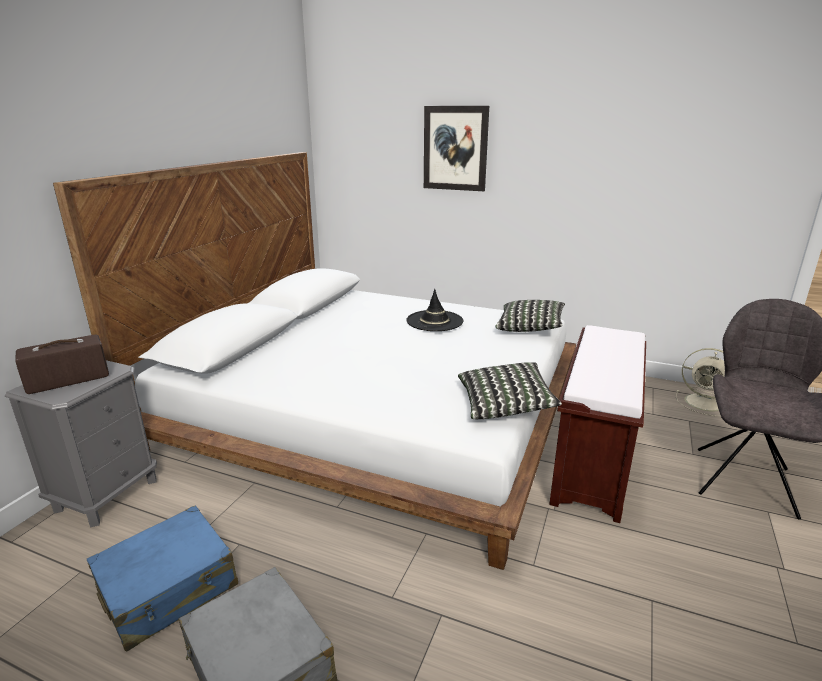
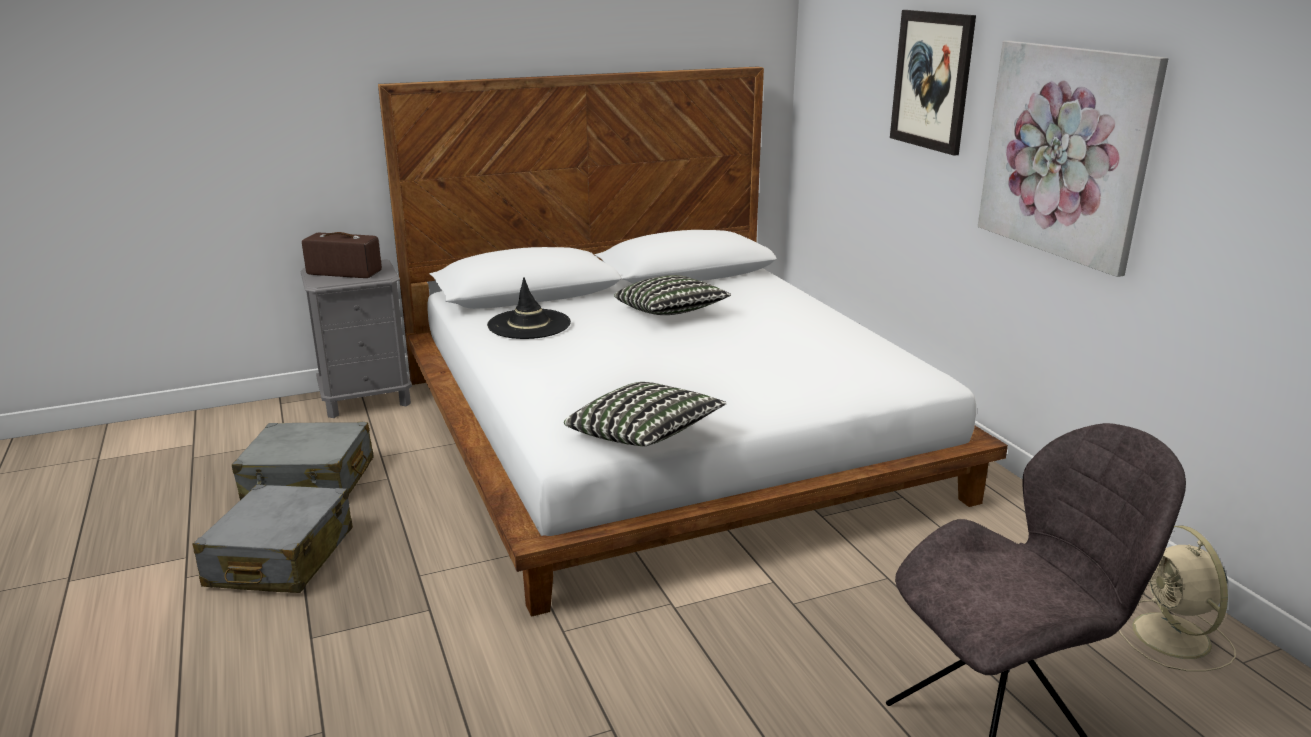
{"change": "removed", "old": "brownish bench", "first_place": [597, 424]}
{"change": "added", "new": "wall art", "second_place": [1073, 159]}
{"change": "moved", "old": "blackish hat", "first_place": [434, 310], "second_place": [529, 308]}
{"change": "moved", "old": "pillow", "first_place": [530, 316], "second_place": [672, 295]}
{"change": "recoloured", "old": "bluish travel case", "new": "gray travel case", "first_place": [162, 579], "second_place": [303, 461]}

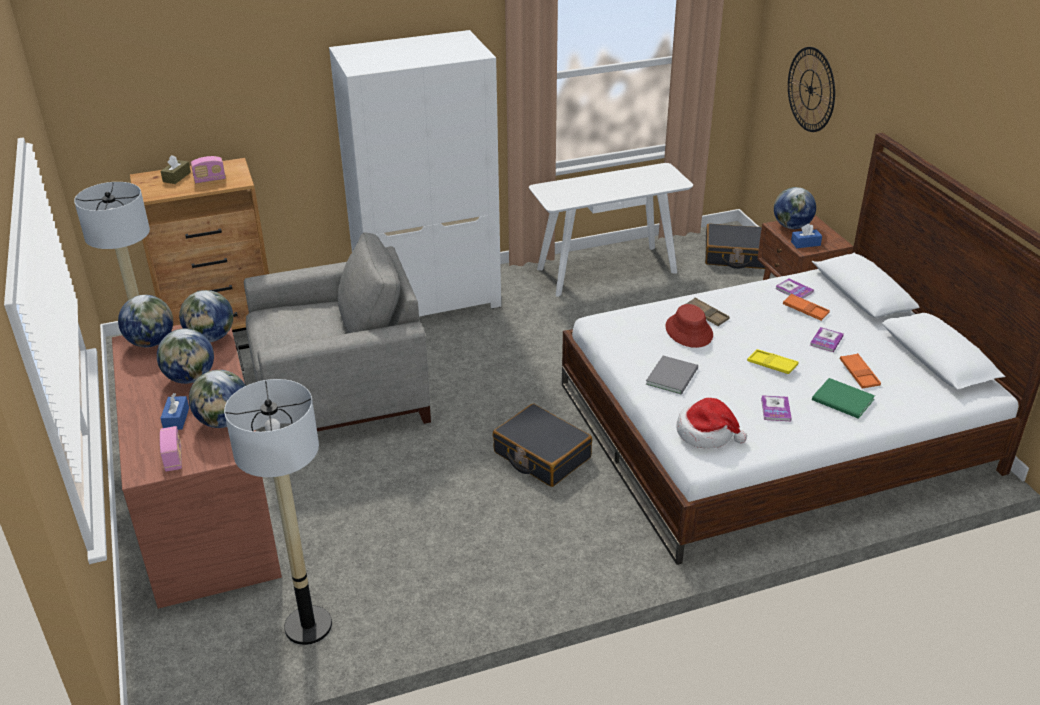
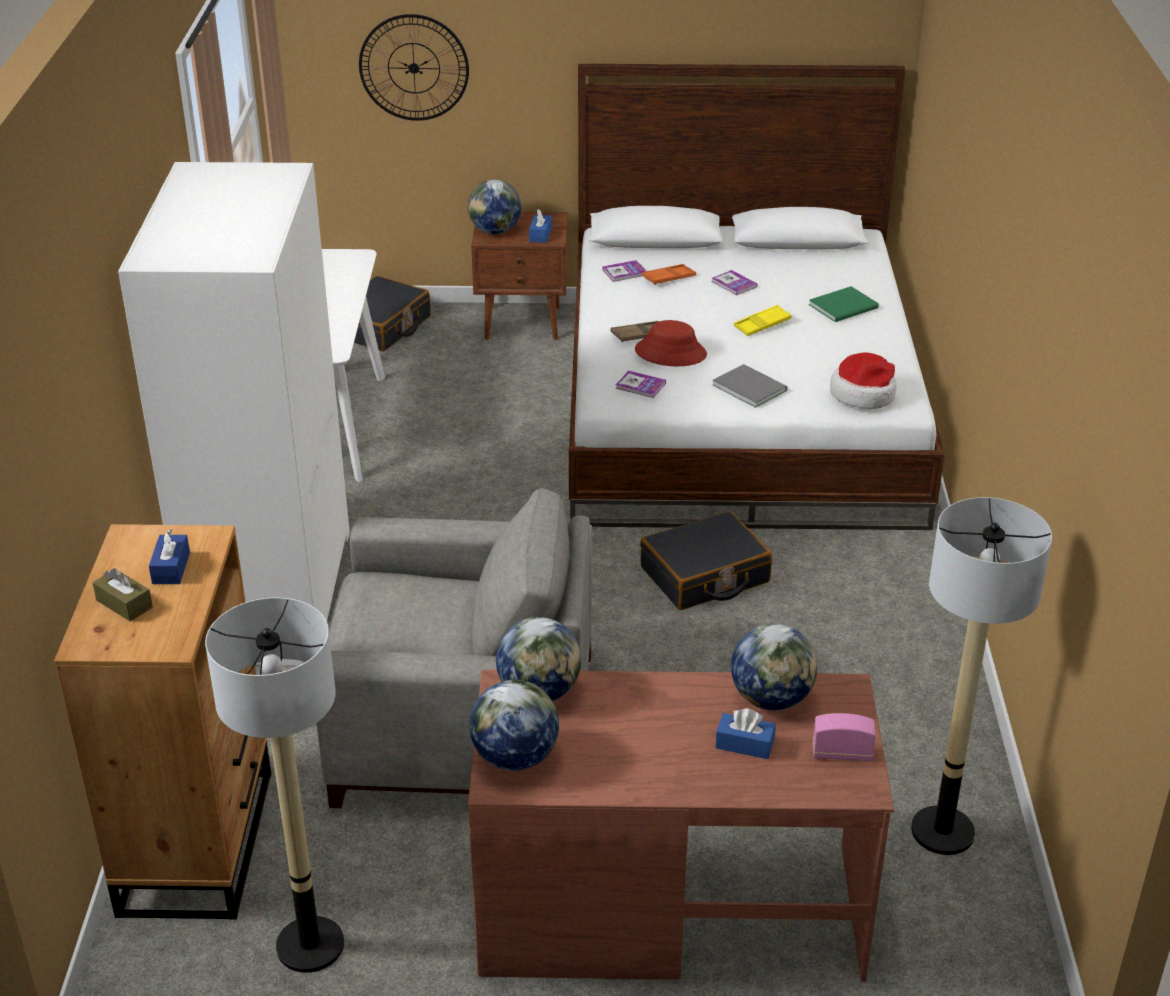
{"change": "removed", "old": "desk globe", "first_place": [185, 356]}
{"change": "removed", "old": "orangey carrying tray", "first_place": [860, 371]}
{"change": "moved", "old": "book", "first_place": [776, 408], "second_place": [640, 384]}
{"change": "replaced", "old": "radio receiver", "new": "bluish box of tissues", "first_place": [208, 169], "second_place": [169, 556]}
{"change": "turned", "old": "gray lounge chair", "first_place": [337, 332], "second_place": [454, 648], "degrees": 90}

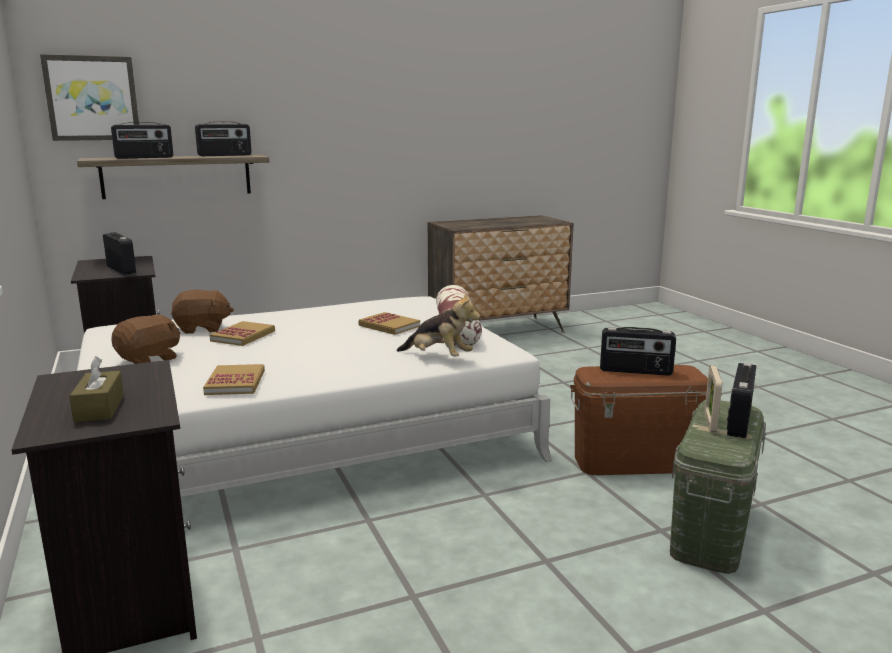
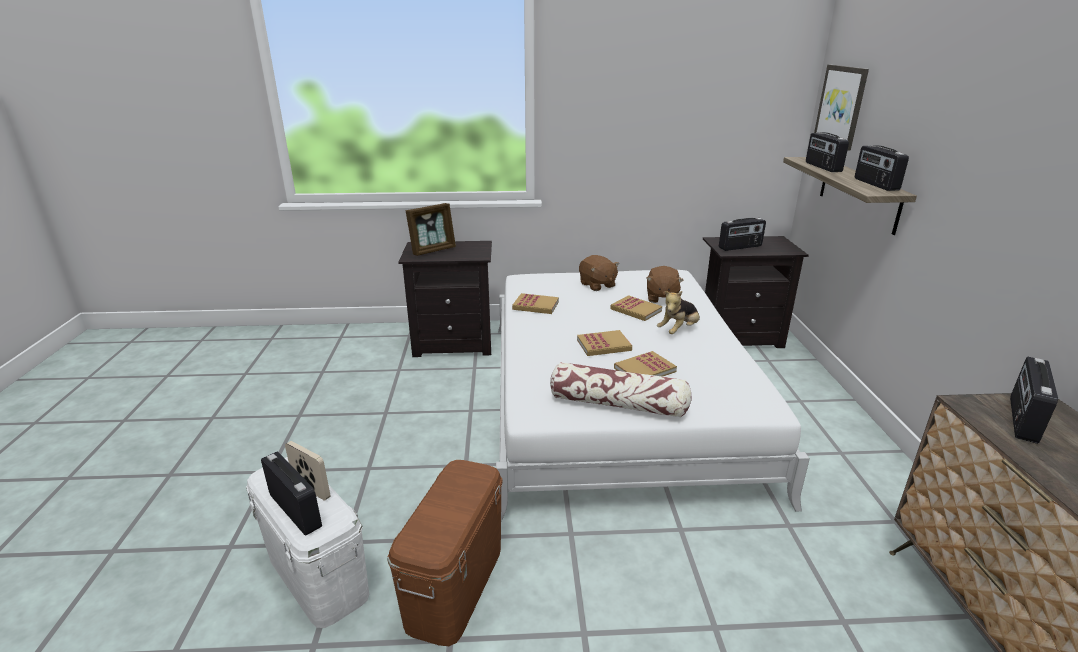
{"change": "added", "new": "book", "second_place": [604, 343]}
{"change": "moved", "old": "plush toy", "first_place": [438, 324], "second_place": [678, 312]}
{"change": "moved", "old": "radio receiver", "first_place": [638, 351], "second_place": [1034, 400]}
{"change": "replaced", "old": "brownish box of tissues", "new": "photo frame", "first_place": [96, 389], "second_place": [431, 229]}
{"change": "recoloured", "old": "green-coloured storage bin", "new": "white-coloured storage bin", "first_place": [718, 487], "second_place": [307, 542]}

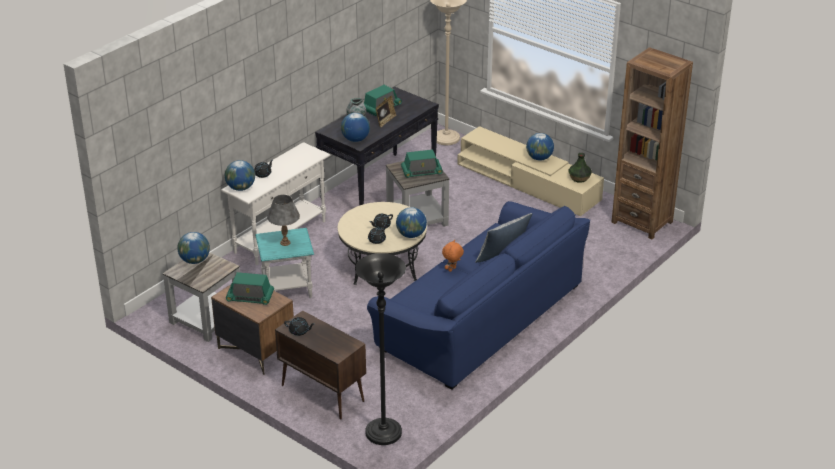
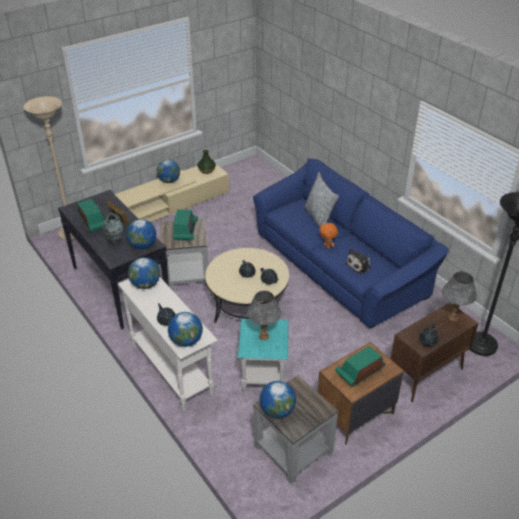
{"change": "removed", "old": "brownish shelving unit", "first_place": [652, 143]}
{"change": "added", "new": "plush toy", "second_place": [358, 261]}
{"change": "added", "new": "gray lamp for a table", "second_place": [459, 296]}
{"change": "moved", "old": "desk globe", "first_place": [411, 222], "second_place": [144, 273]}
{"change": "turned", "old": "radio receiver", "first_place": [250, 288], "second_place": [360, 366], "degrees": -150}

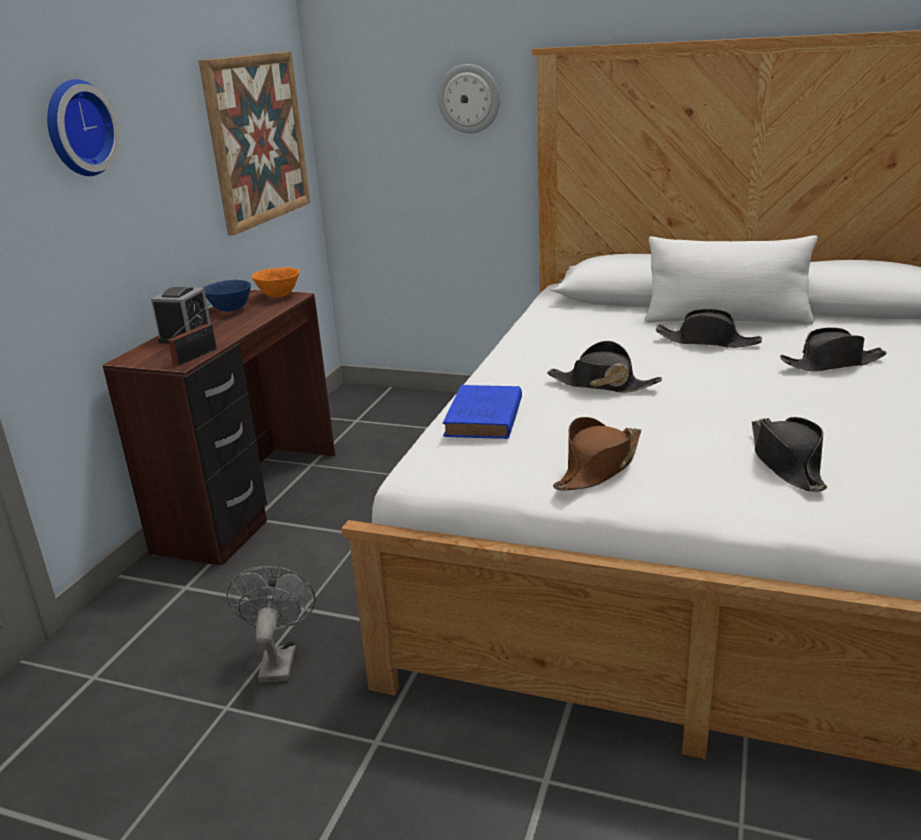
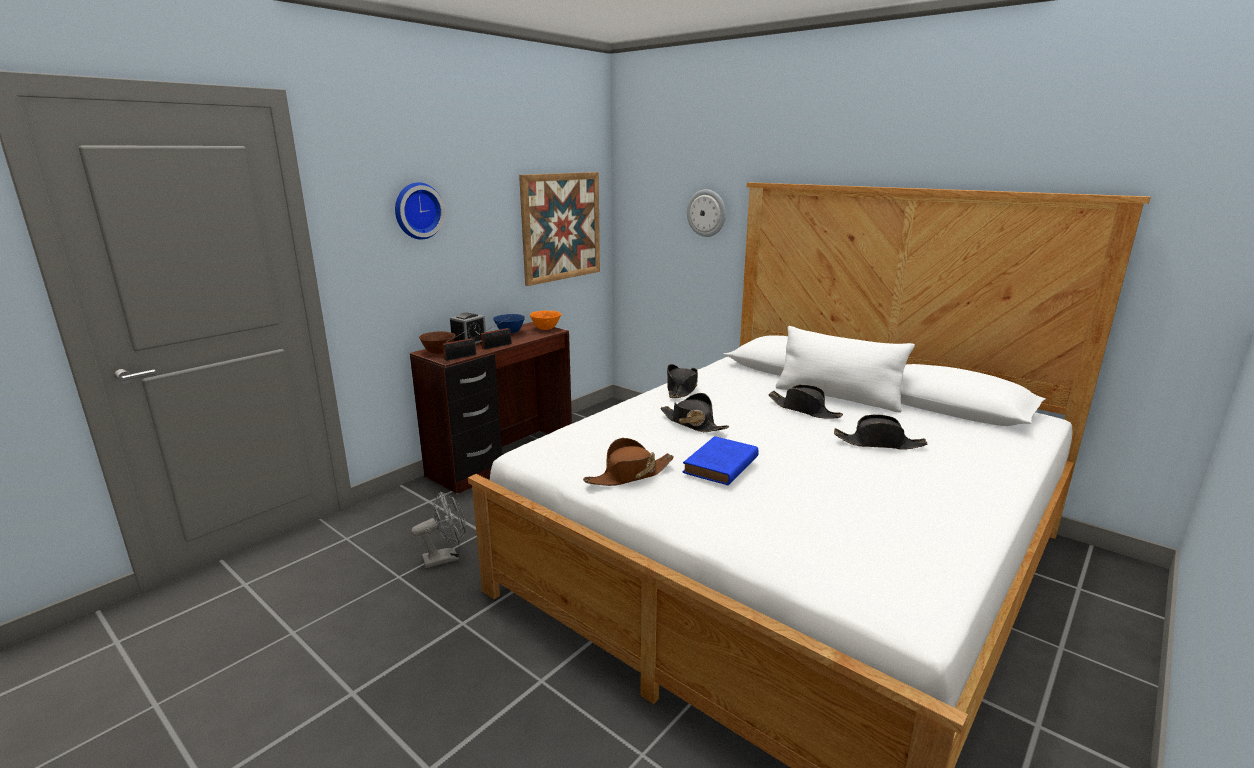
{"change": "added", "new": "brownish bowl", "second_place": [437, 342]}
{"change": "added", "new": "radio receiver", "second_place": [496, 333]}
{"change": "moved", "old": "bluish book", "first_place": [482, 412], "second_place": [721, 461]}
{"change": "moved", "old": "blackish hat", "first_place": [789, 454], "second_place": [682, 381]}
{"change": "turned", "old": "gray fan", "first_place": [270, 624], "second_place": [438, 529], "degrees": 45}

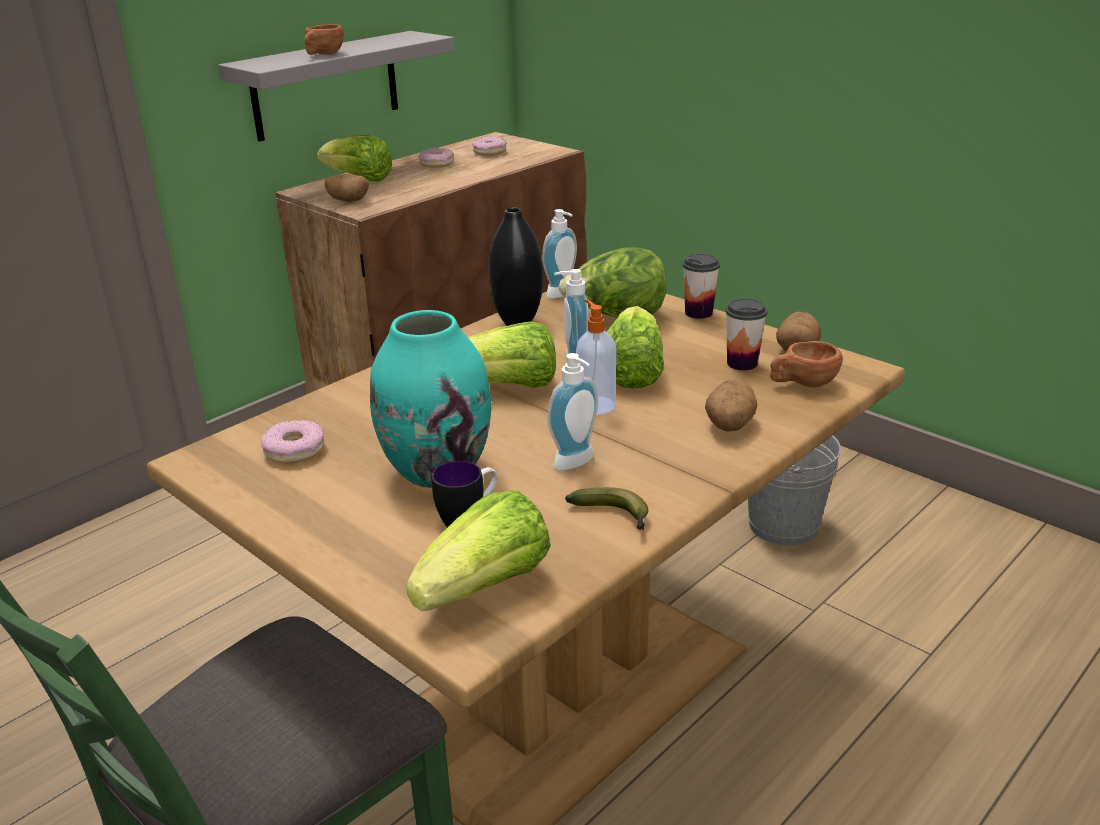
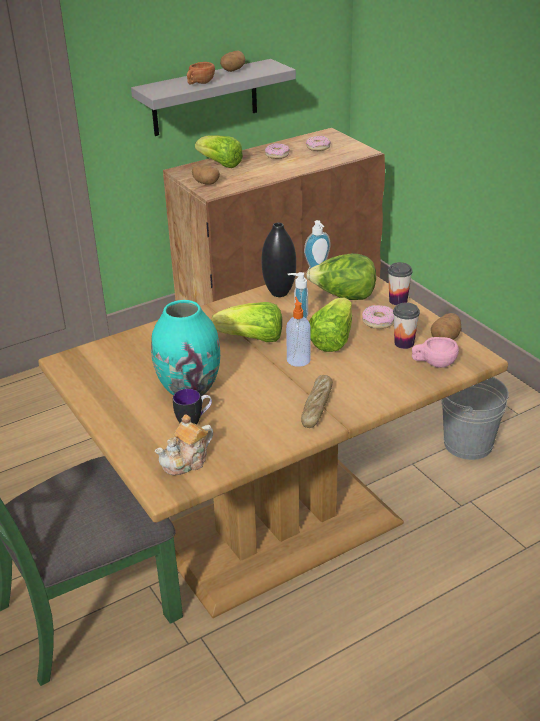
{"change": "removed", "old": "liquid soap bottle", "first_place": [573, 411]}
{"change": "removed", "old": "banana", "first_place": [606, 509]}
{"change": "added", "new": "bakery bread", "second_place": [317, 401]}
{"change": "moved", "old": "doughnut", "first_place": [292, 441], "second_place": [378, 317]}
{"change": "moved", "old": "spud", "first_place": [731, 405], "second_place": [232, 61]}
{"change": "replaced", "old": "lettuce", "new": "pot for tea", "first_place": [478, 550], "second_place": [184, 445]}
{"change": "recoloured", "old": "brownish cup", "new": "pink-coloured cup", "first_place": [806, 364], "second_place": [435, 352]}

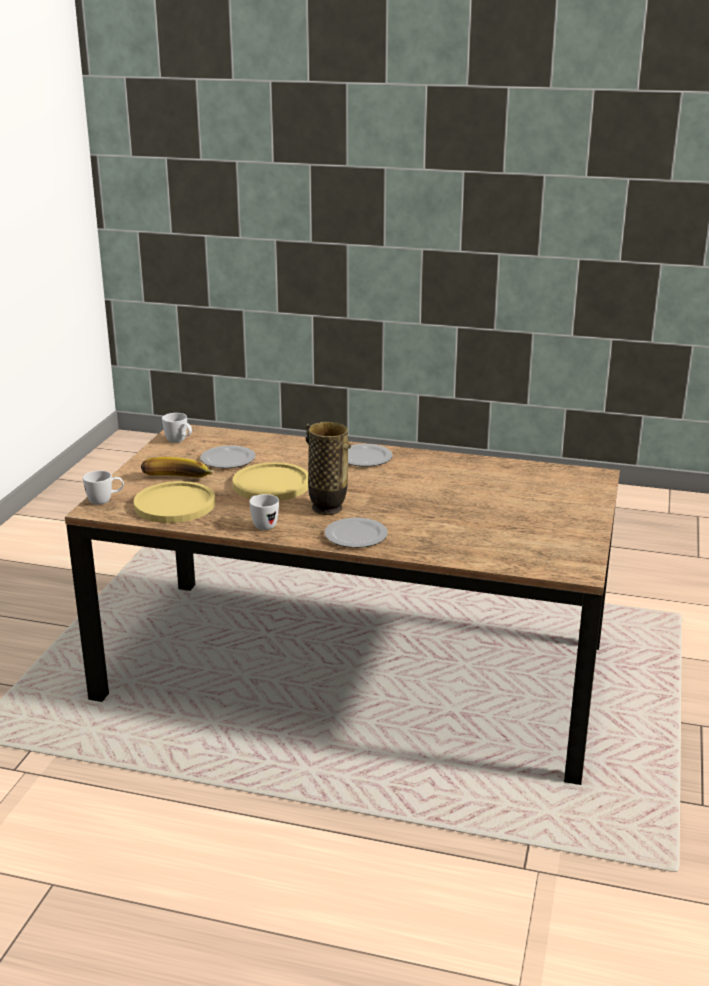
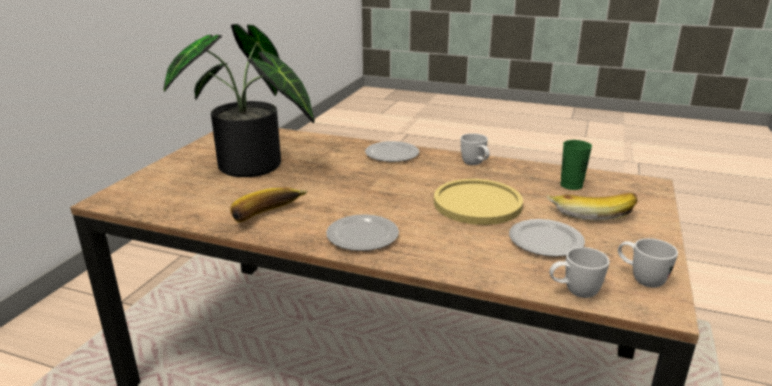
{"change": "removed", "old": "vase", "first_place": [328, 468]}
{"change": "added", "new": "houseplant", "second_place": [239, 100]}
{"change": "added", "new": "banana", "second_place": [269, 205]}
{"change": "moved", "old": "white-coloured tea mug", "first_place": [103, 488], "second_place": [580, 272]}
{"change": "replaced", "old": "yellowish flat dish", "new": "green-coloured cup", "first_place": [174, 502], "second_place": [576, 165]}

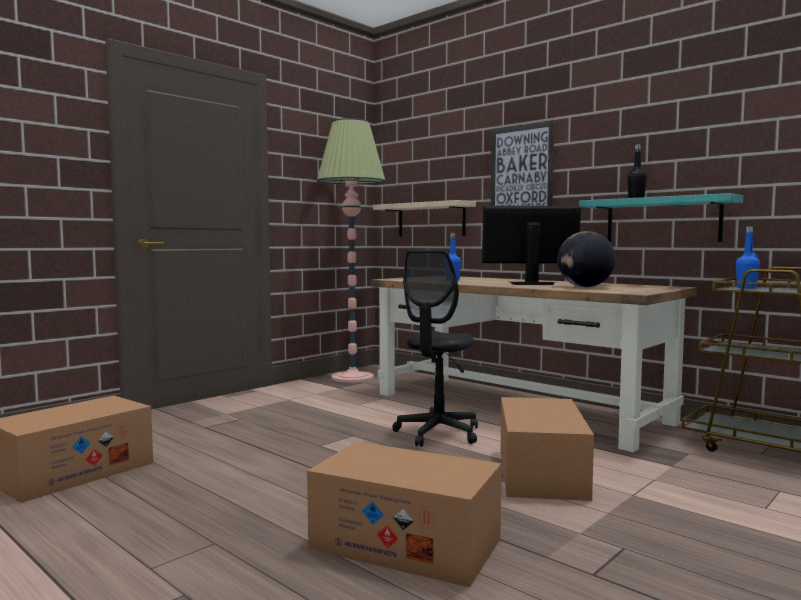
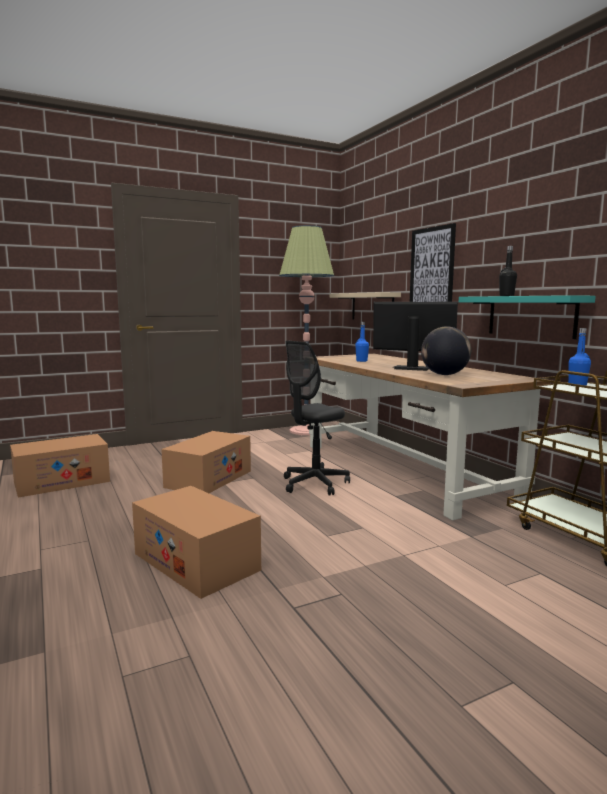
{"change": "moved", "old": "cardboard box", "first_place": [547, 449], "second_place": [206, 462]}

